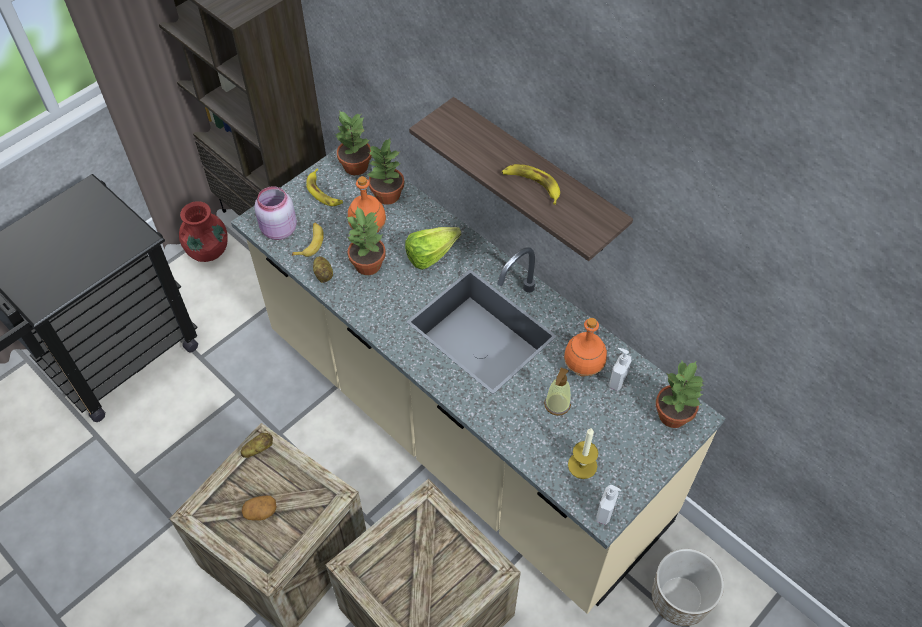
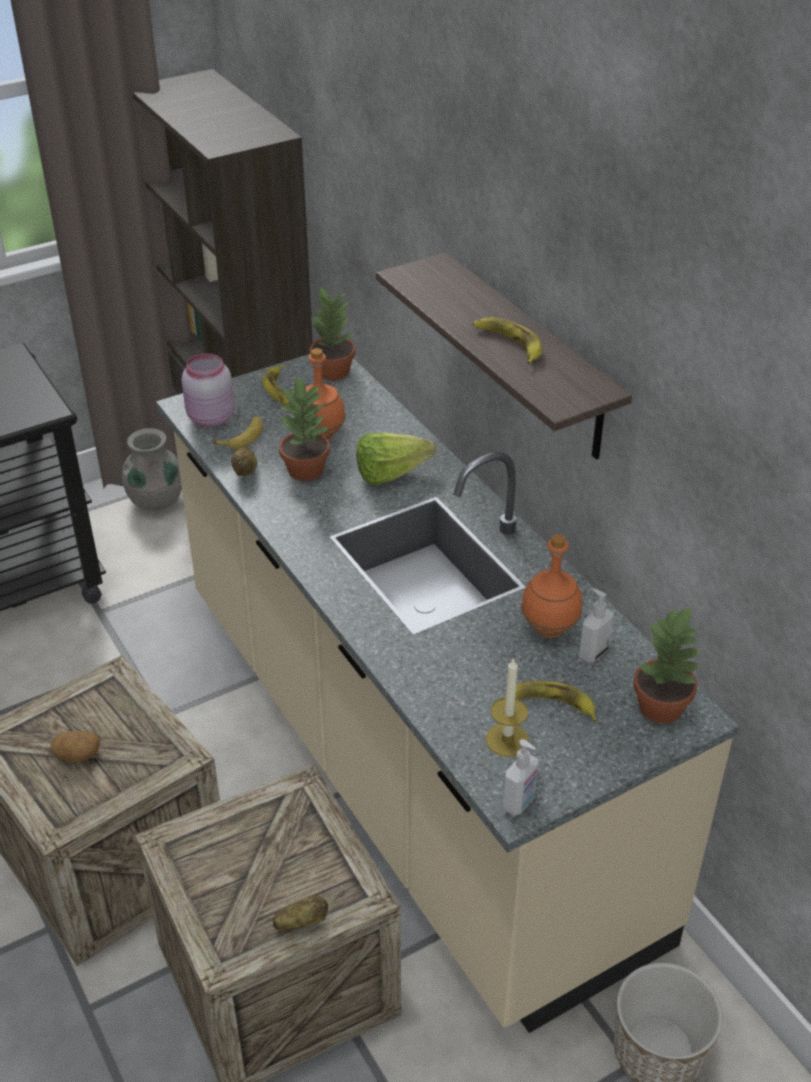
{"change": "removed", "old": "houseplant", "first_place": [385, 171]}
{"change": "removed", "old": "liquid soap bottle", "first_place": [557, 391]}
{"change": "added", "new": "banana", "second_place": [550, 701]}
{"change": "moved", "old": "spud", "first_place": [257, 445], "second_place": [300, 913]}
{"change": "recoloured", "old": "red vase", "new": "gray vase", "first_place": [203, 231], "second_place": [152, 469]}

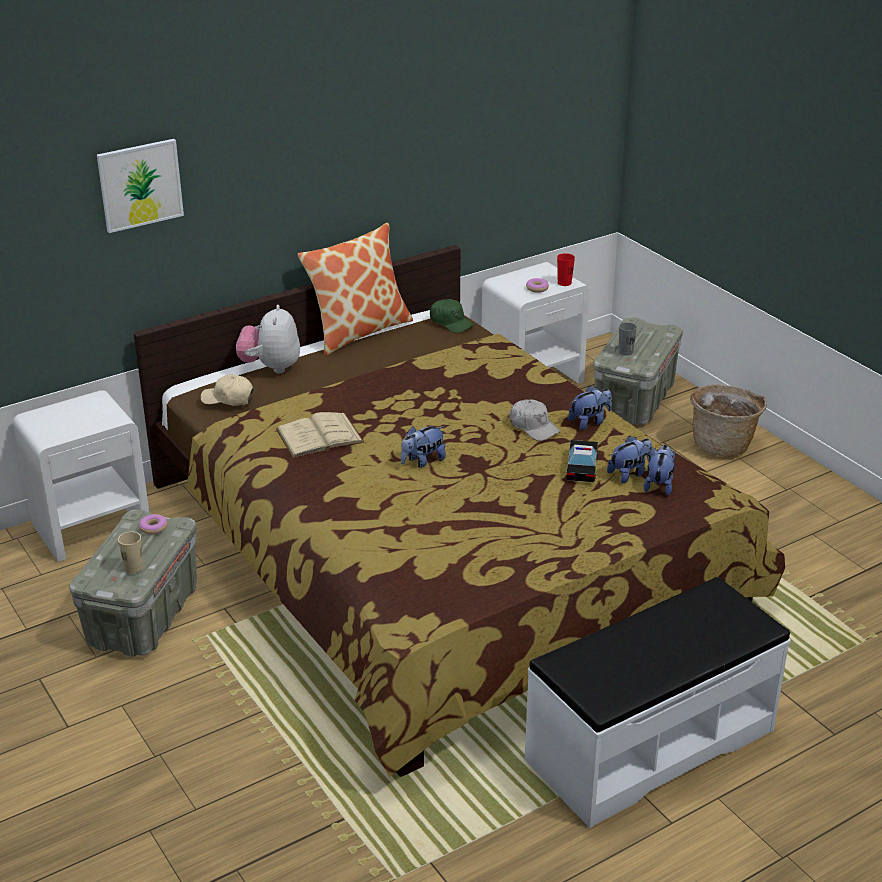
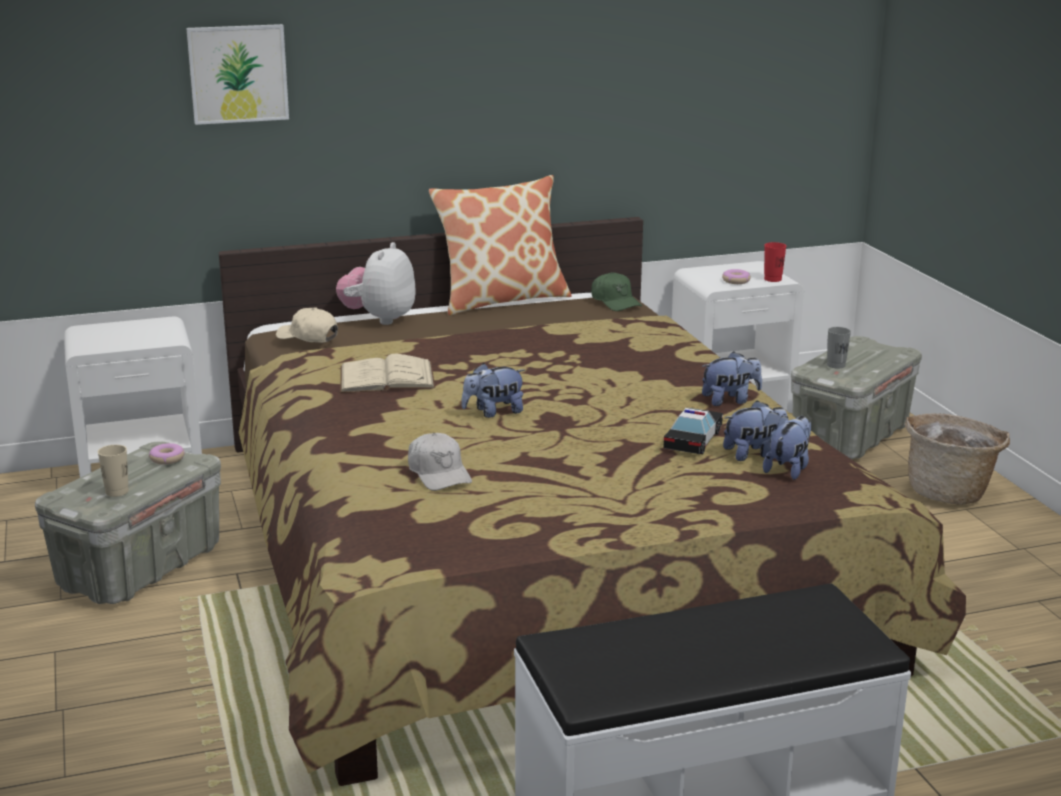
{"change": "moved", "old": "white-coloured baseball cap", "first_place": [535, 420], "second_place": [440, 462]}

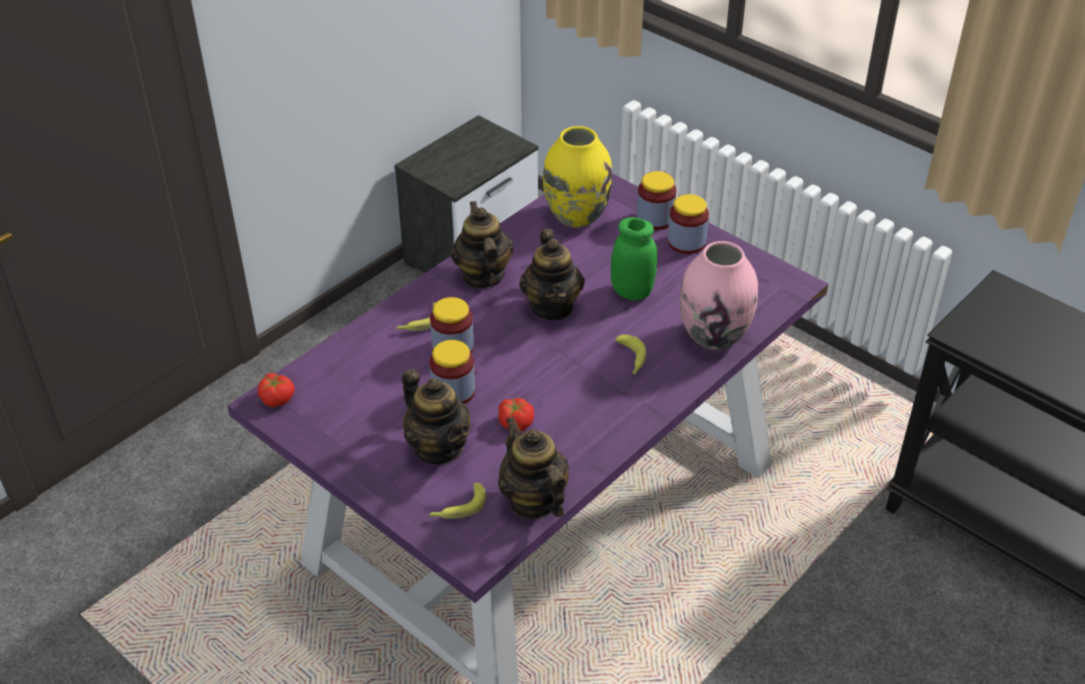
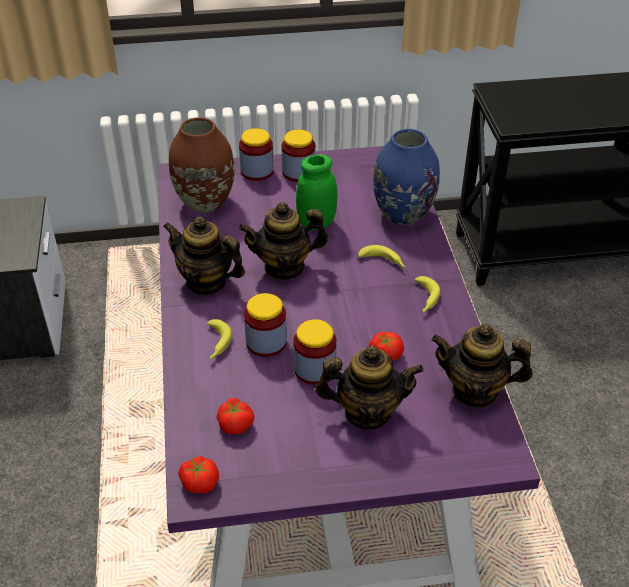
{"change": "added", "new": "whole tomato", "second_place": [235, 416]}
{"change": "moved", "old": "banana", "first_place": [457, 501], "second_place": [427, 294]}
{"change": "recoloured", "old": "yellowish vase", "new": "brownish vase", "first_place": [578, 177], "second_place": [201, 165]}
{"change": "recoloured", "old": "pink-coloured vase", "new": "bluish vase", "first_place": [719, 295], "second_place": [406, 177]}
{"change": "turned", "old": "pot for tea", "first_place": [552, 274], "second_place": [283, 241], "degrees": 135}

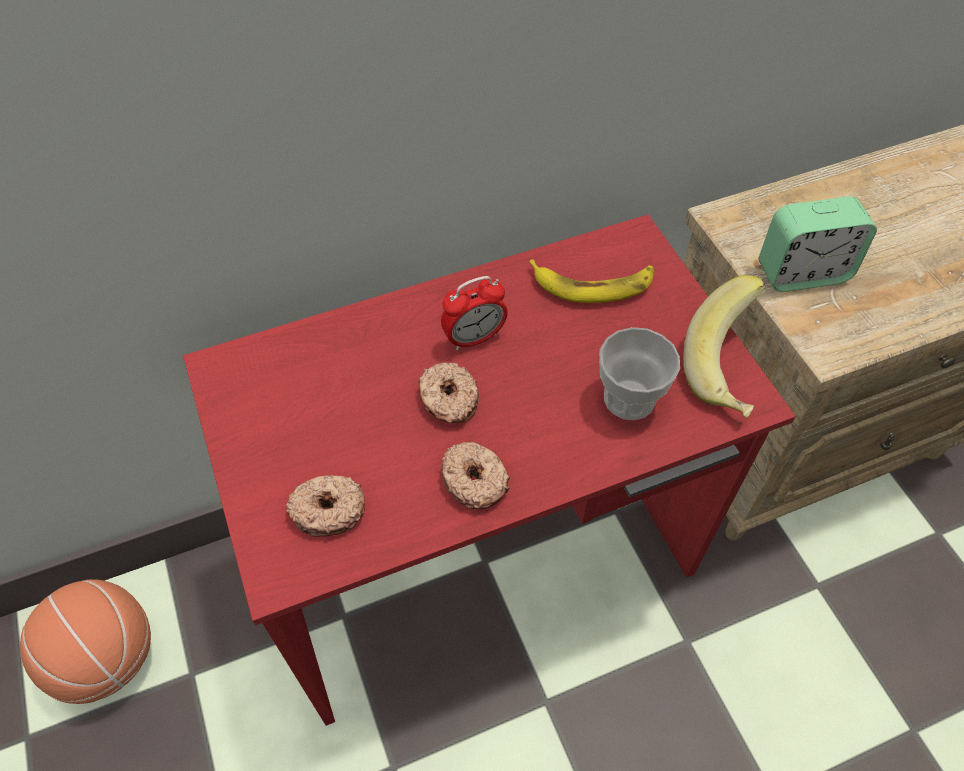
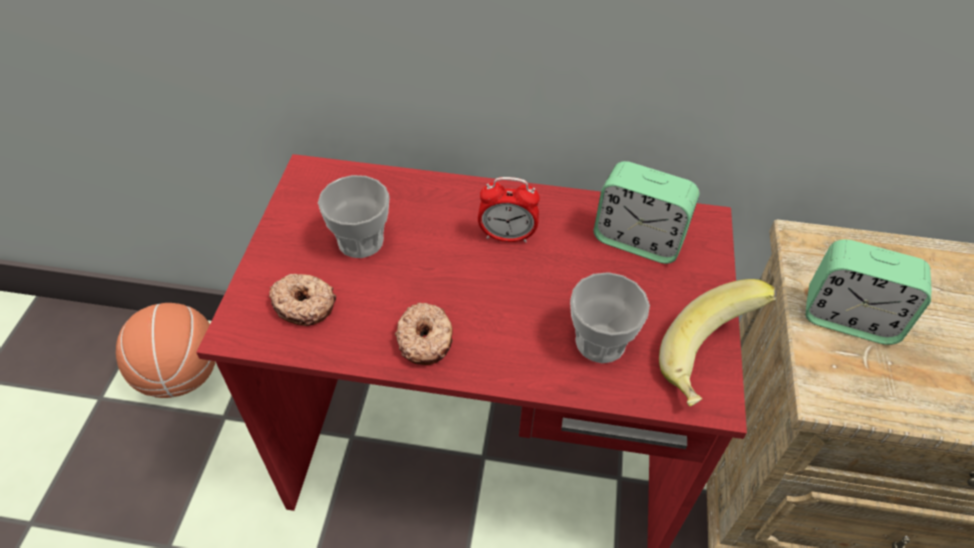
{"change": "removed", "old": "doughnut", "first_place": [448, 392]}
{"change": "added", "new": "cup", "second_place": [354, 216]}
{"change": "replaced", "old": "banana", "new": "bedside clock", "first_place": [591, 281], "second_place": [646, 212]}

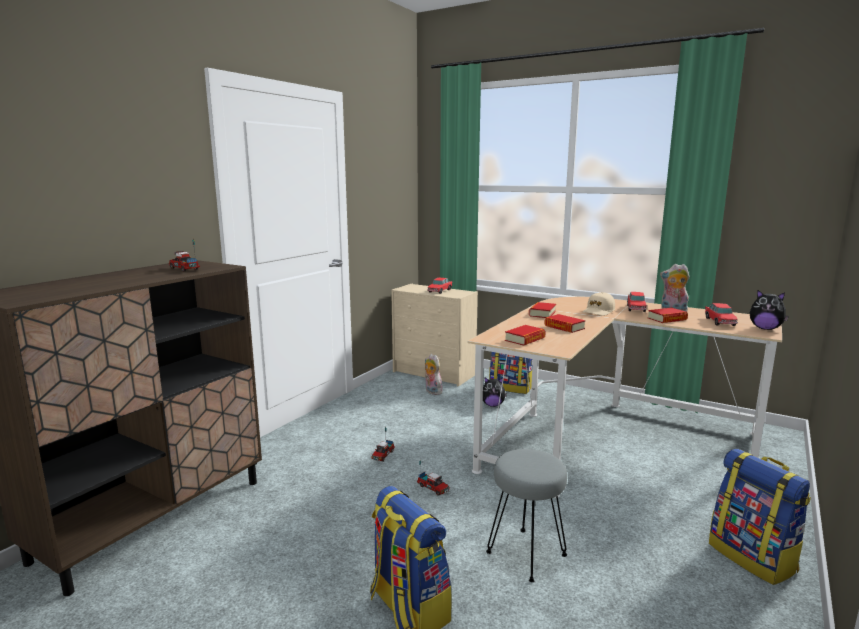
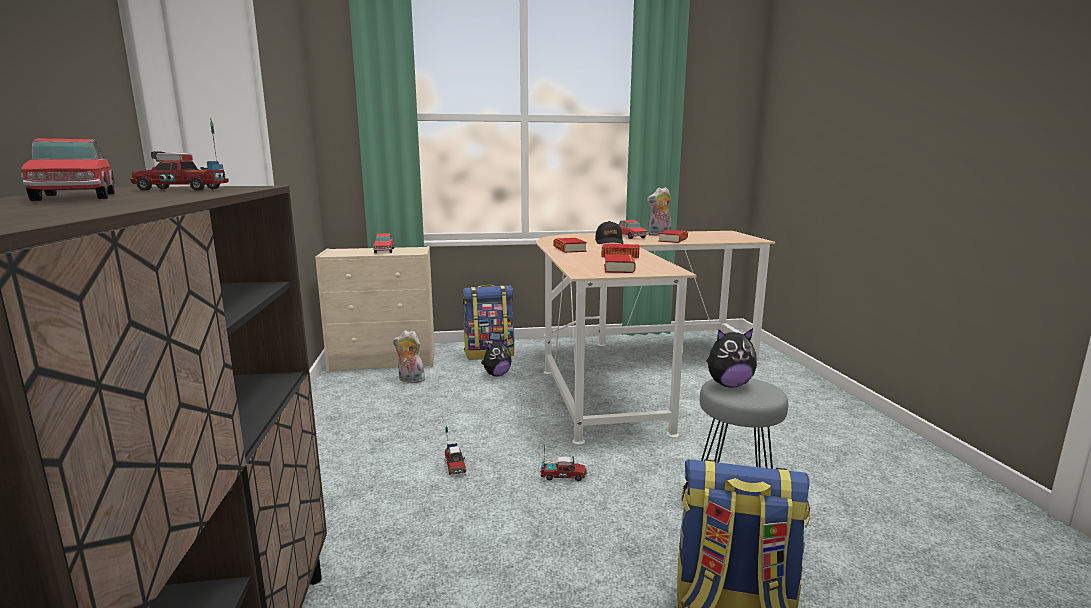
{"change": "removed", "old": "knapsack", "first_place": [760, 517]}
{"change": "moved", "old": "model car", "first_place": [721, 314], "second_place": [68, 170]}
{"change": "moved", "old": "plush toy", "first_place": [769, 310], "second_place": [731, 358]}
{"change": "recoloured", "old": "beige-coloured baseball cap", "new": "blackish baseball cap", "first_place": [599, 304], "second_place": [609, 232]}

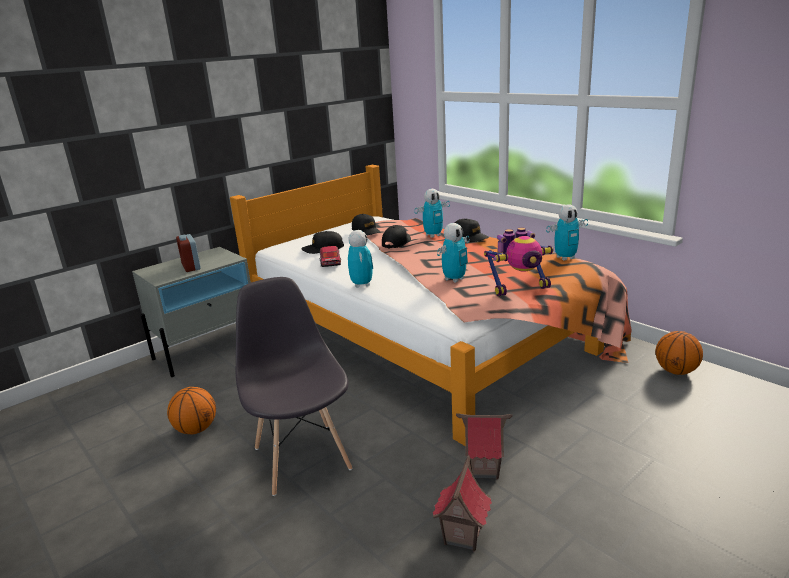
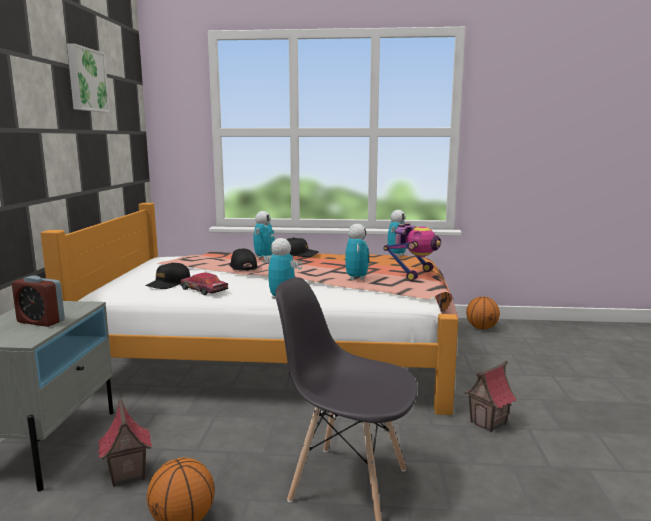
{"change": "removed", "old": "blackish baseball cap", "first_place": [366, 225]}
{"change": "added", "new": "wall art", "second_place": [88, 77]}
{"change": "moved", "old": "model house", "first_place": [462, 503], "second_place": [125, 442]}

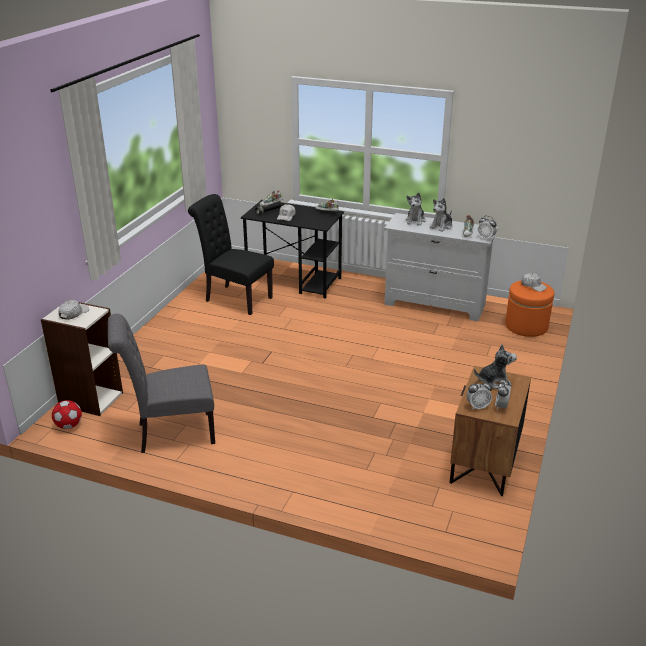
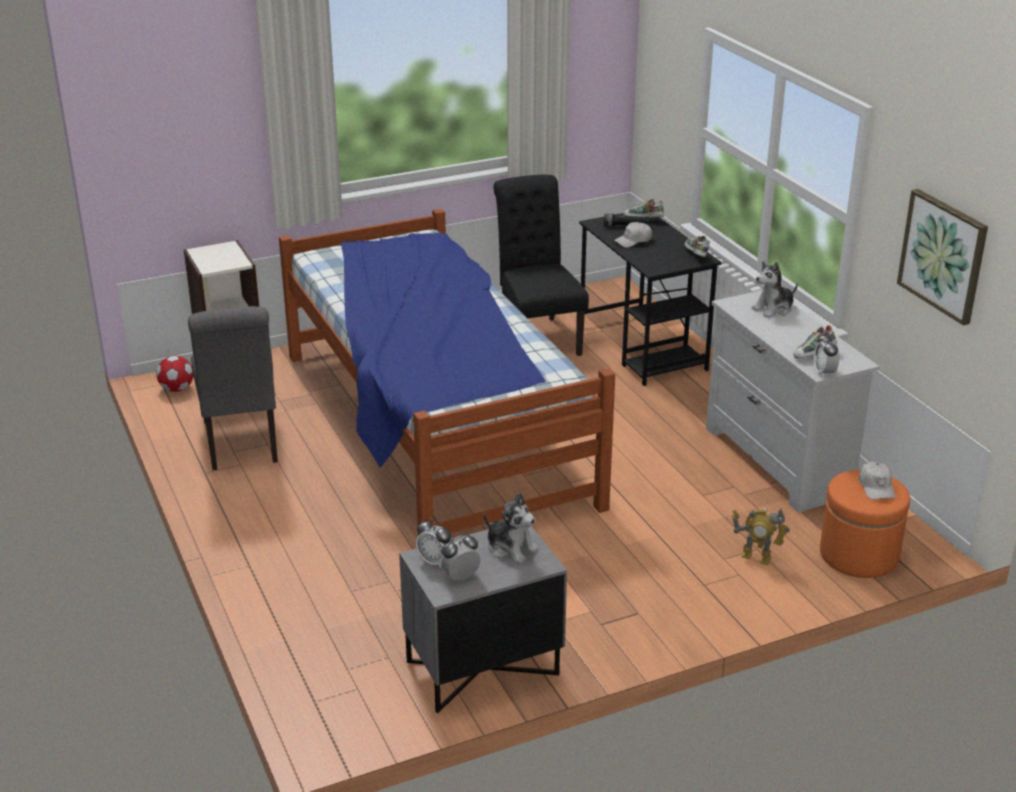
{"change": "removed", "old": "white-coloured baseball cap", "first_place": [73, 310]}
{"change": "removed", "old": "plush toy", "first_place": [441, 215]}
{"change": "added", "new": "sleeping bed", "second_place": [447, 372]}
{"change": "added", "new": "robot figure", "second_place": [761, 536]}
{"change": "added", "new": "wall art", "second_place": [942, 257]}
{"change": "recoloured", "old": "brownish nightstand", "new": "gray nightstand", "first_place": [490, 431], "second_place": [483, 619]}
{"change": "turned", "old": "gray chair", "first_place": [161, 383], "second_place": [233, 388], "degrees": -135}

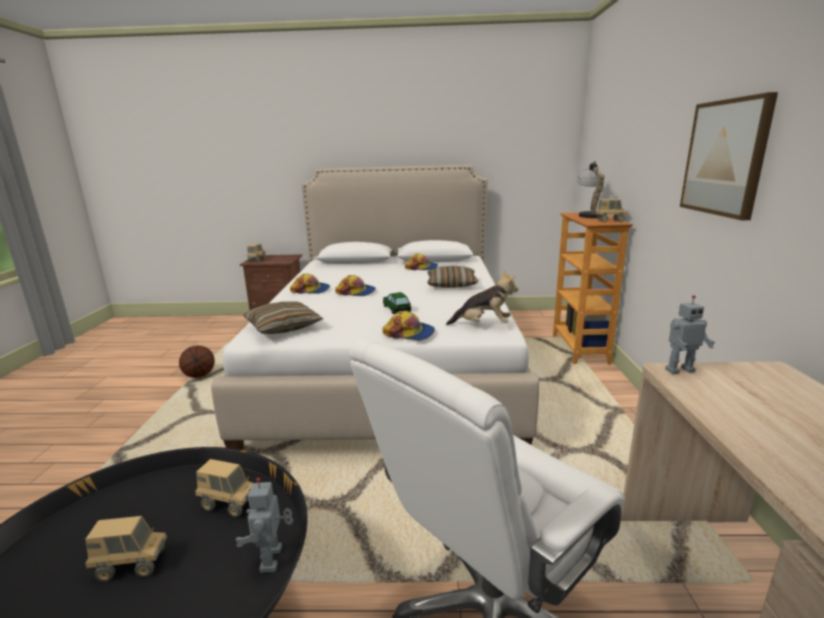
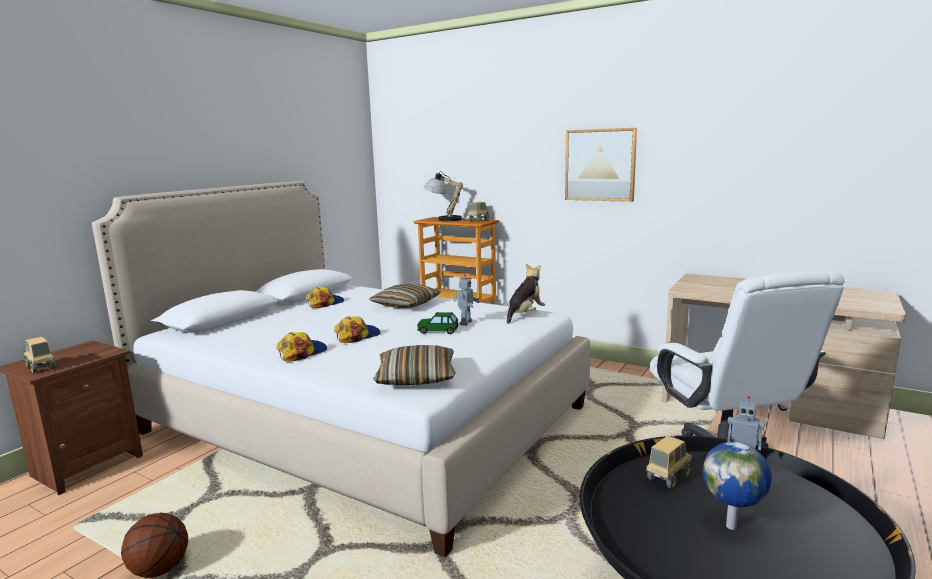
{"change": "removed", "old": "baseball cap", "first_place": [408, 326]}
{"change": "moved", "old": "robot figure", "first_place": [690, 334], "second_place": [466, 300]}
{"change": "replaced", "old": "model truck", "new": "desk globe", "first_place": [126, 549], "second_place": [737, 486]}

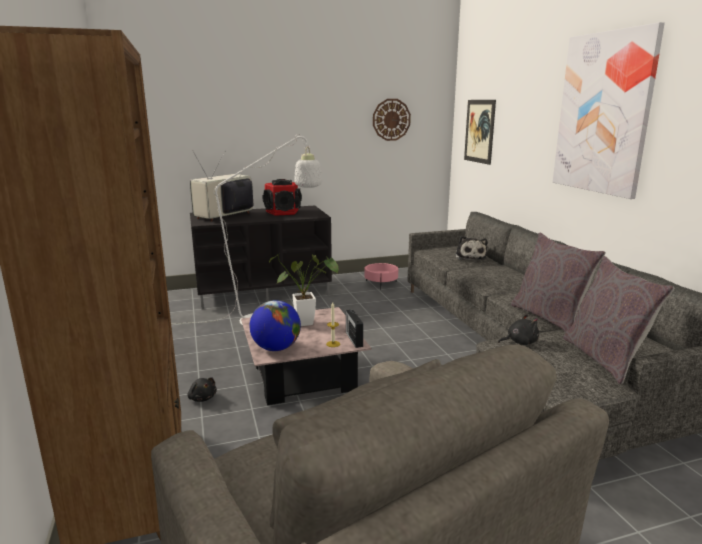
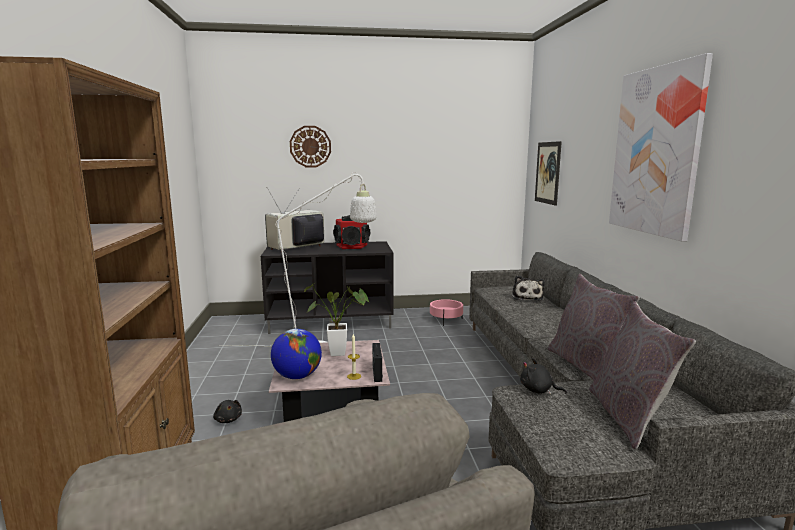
{"change": "moved", "old": "clock on the wall", "first_place": [392, 120], "second_place": [310, 146]}
{"change": "turned", "old": "blackish plush toy", "first_place": [518, 329], "second_place": [543, 376], "degrees": -150}

